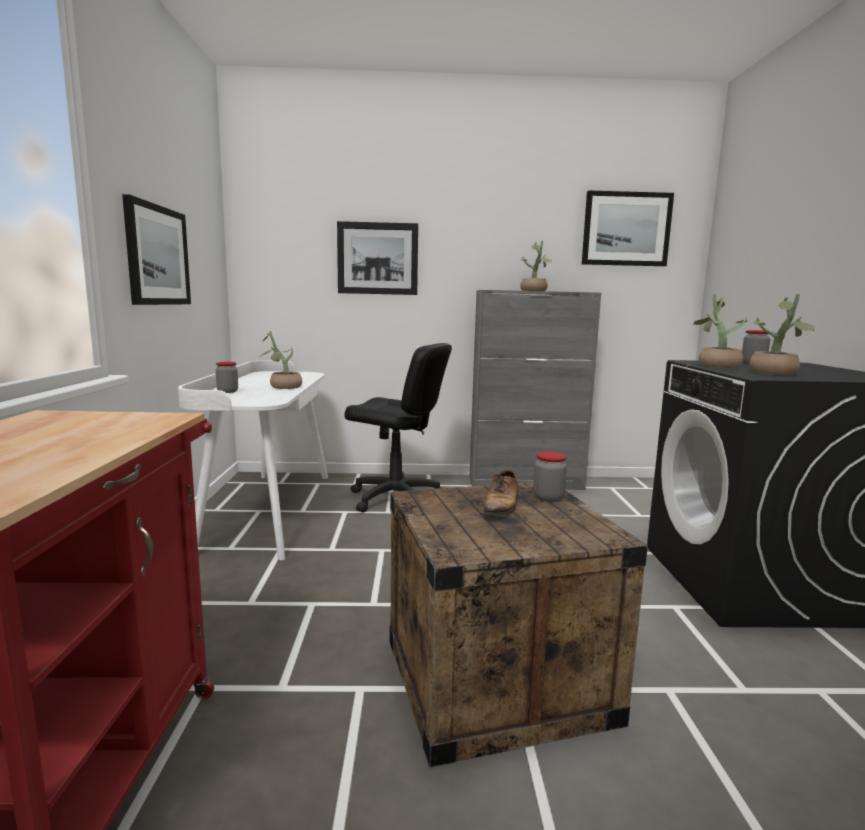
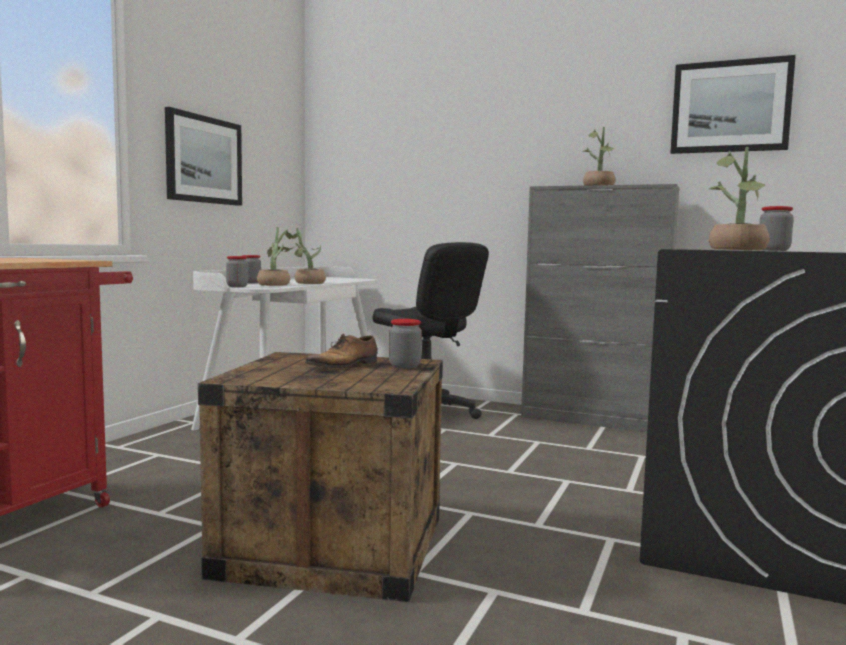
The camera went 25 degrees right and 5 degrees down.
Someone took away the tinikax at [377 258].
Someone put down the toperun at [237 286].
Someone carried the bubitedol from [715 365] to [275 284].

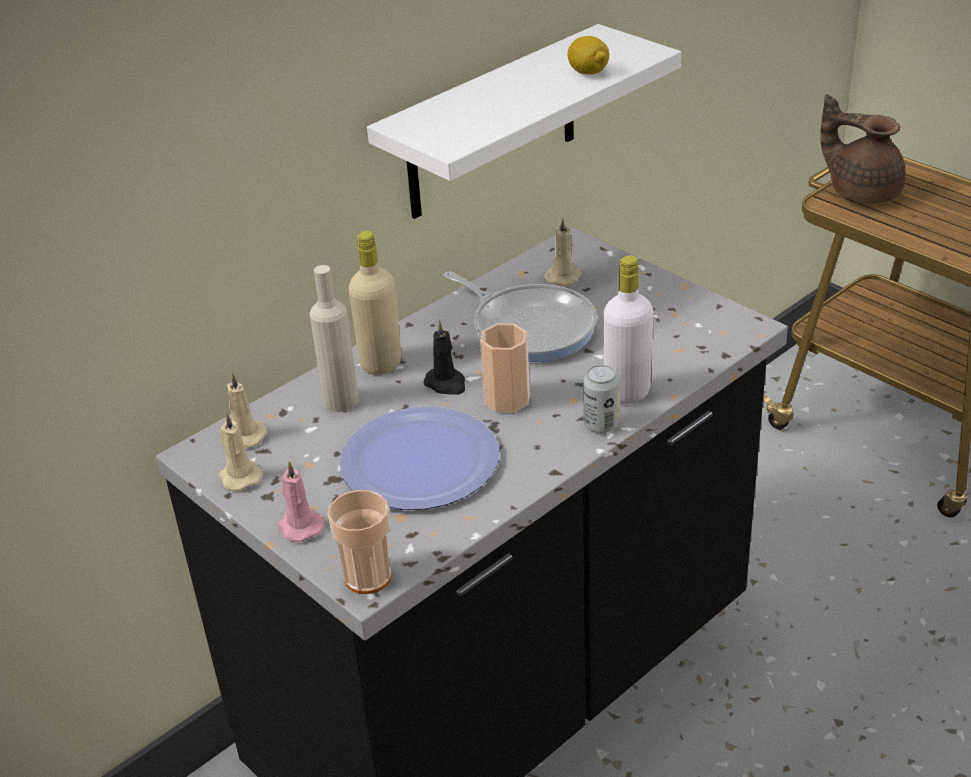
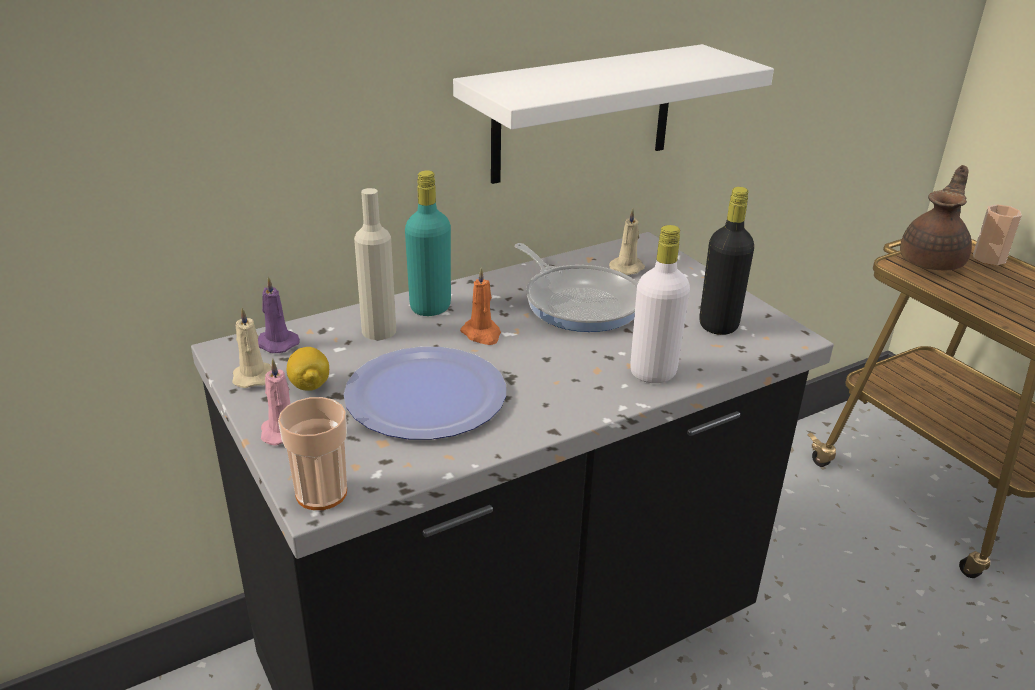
The camera went 10 degrees right and 5 degrees down.
Someone took away the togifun at [601 425].
Someone put down the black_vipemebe at [718 325].
Someone carried the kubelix from [507 399] to [989 258].
Someone carried the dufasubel from [588 72] to [309 385].
Someone repainted the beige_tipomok at [243 436], which became the purple_tipomok at [276 343].
Someone repainted the beige_vipemebe at [381 363], which became the turquoise_vipemebe at [430 307].
Someone repainted the black_tipomok at [446 384], which became the orange_tipomok at [482 334].
Someone rotated the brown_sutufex at [862 191] by 75 degrees clockwise.

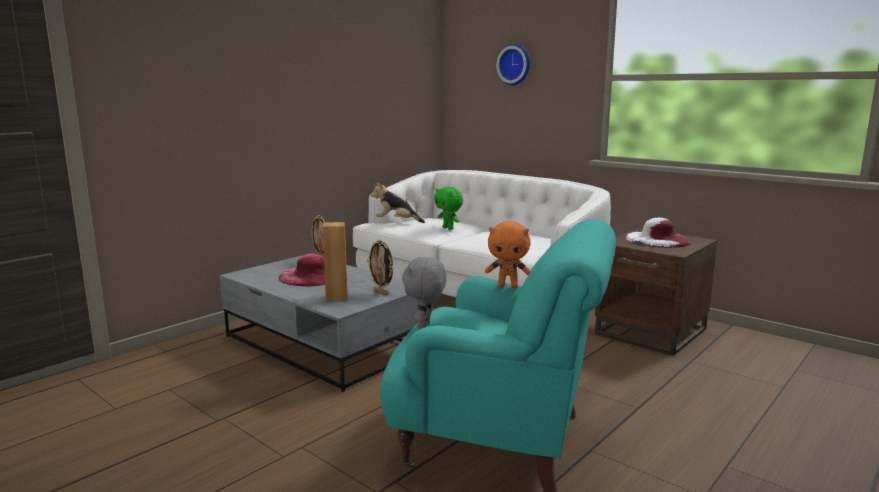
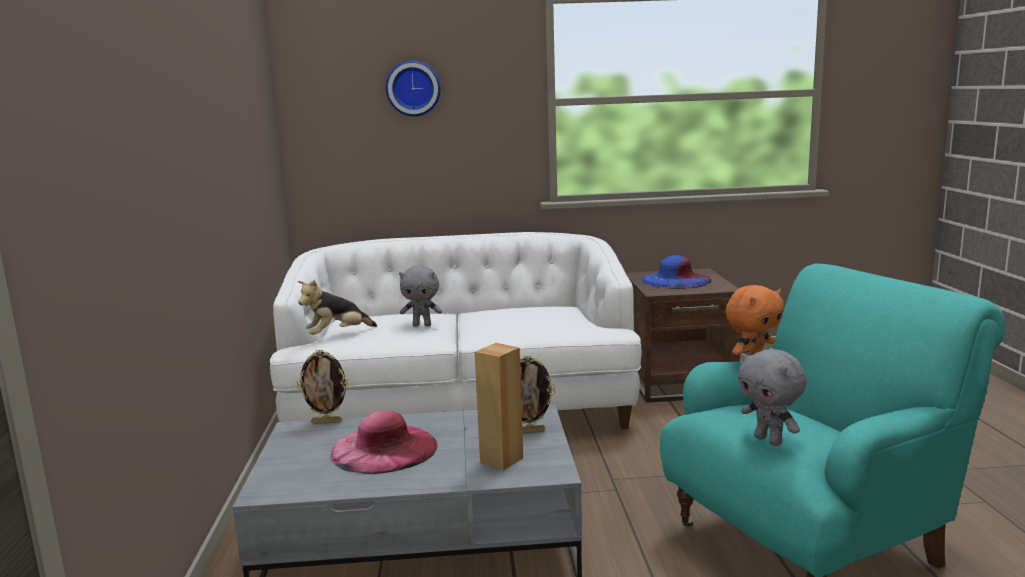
The camera went 45 degrees left and 0 degrees up.
Someone repainted the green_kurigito at [448 228], which became the grey_kurigito at [422 325].
Someone repainted the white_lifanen at [657 240], which became the blue_lifanen at [676 280].

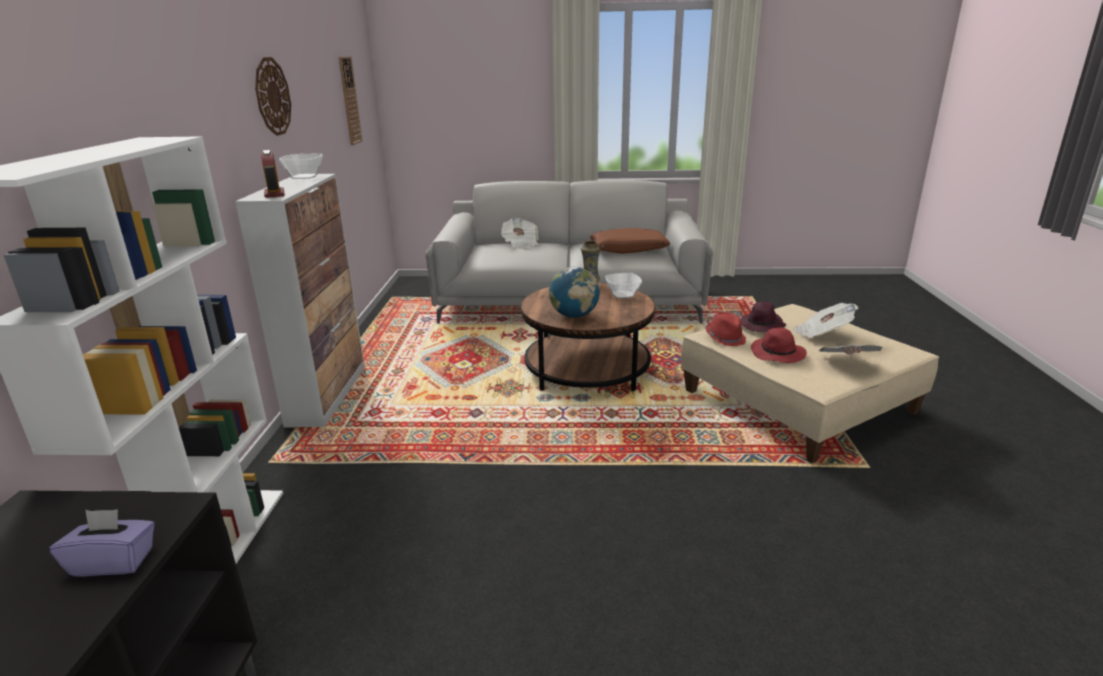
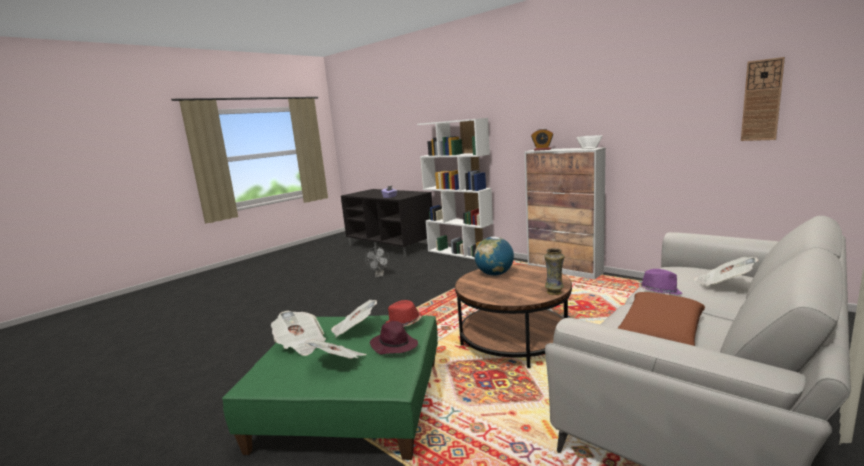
The camera went 130 degrees right and 10 degrees down.
Someone took away the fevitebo at [272 96].
Someone took away the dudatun at [622 295].
Someone put down the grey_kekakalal at [379 275].
Someone put down the purple_lifanen at [658 292].
Someone swapped the red_lifanen at [778 354] for the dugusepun at [354 330].
Someone repainted the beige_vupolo at [798 401], which became the green_vupolo at [350 404].

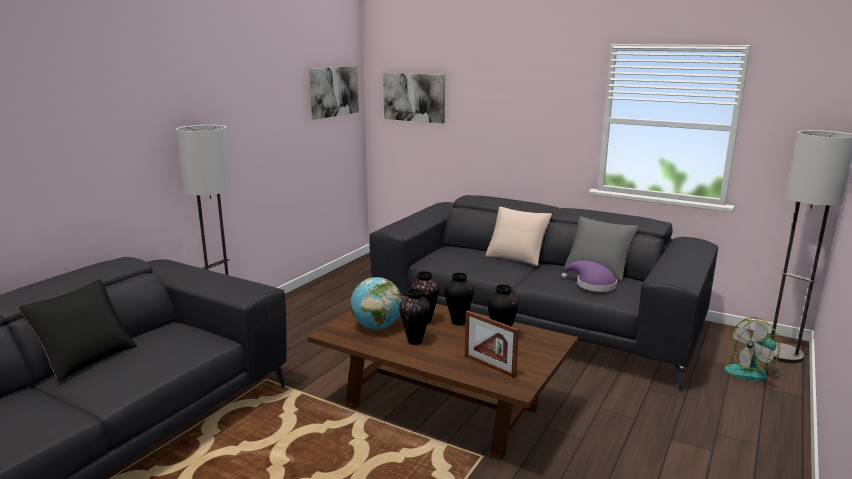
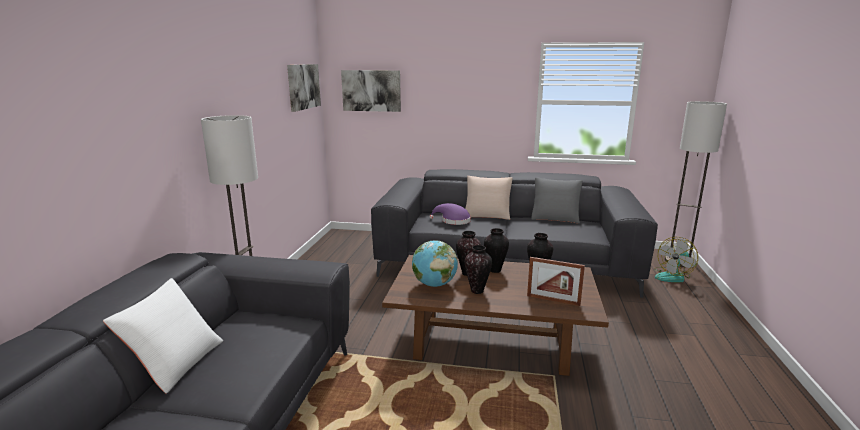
The camera went 20 degrees left and 0 degrees up.
Someone carried the purple_lifanen from [592 285] to [453 221].
Someone repainted the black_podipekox at [86 357], which became the white_podipekox at [175 362].

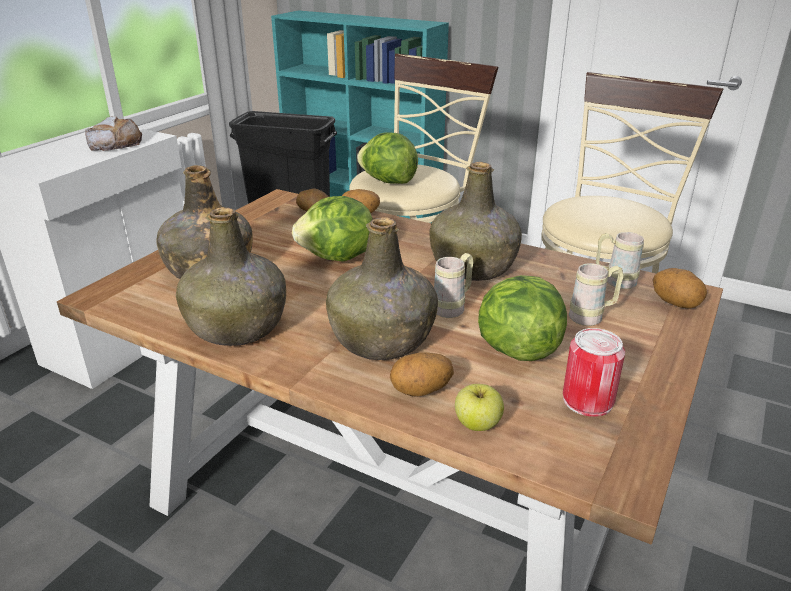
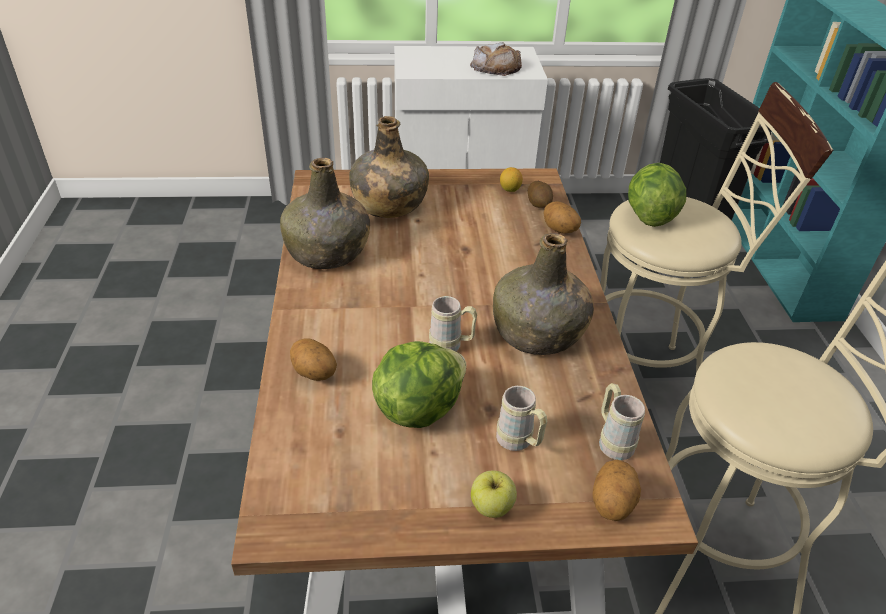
The camera went 55 degrees right and 10 degrees up.
Someone took away the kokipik at [337 258].
Someone took away the green_vipemebe at [383 339].
Someone took away the togifun at [587 400].
Someone put down the dufasubel at [510 189].
Someone carried the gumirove from [477 424] to [492 506].

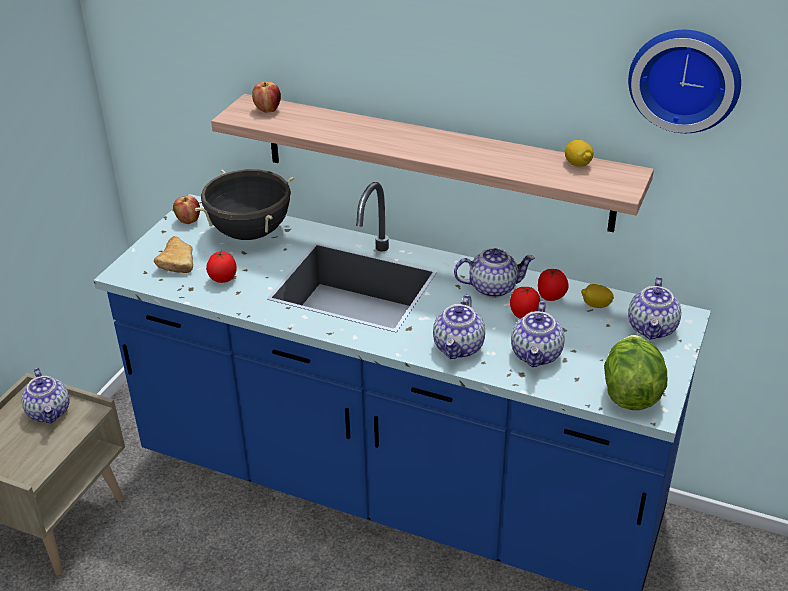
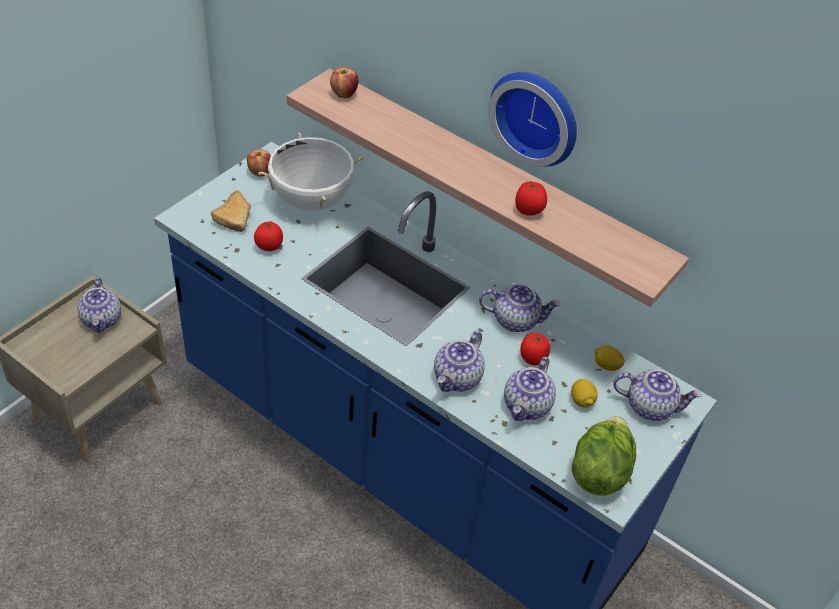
The camera went 10 degrees right and 10 degrees up.
Someone carried the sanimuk from [551 297] to [528 211].
Someone carried the dufasubel from [577 164] to [581 401].
Someone carried the fevitebo from [685 78] to [537 115].
Someone repainted the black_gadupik at [250 233], which became the white_gadupik at [311 200].
Someone rotated the sutufex at [652 329] by 105 degrees counterclockwise.

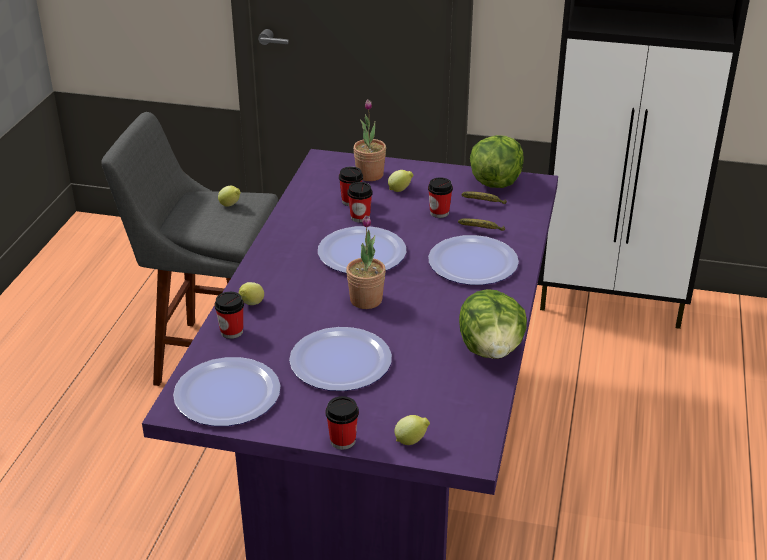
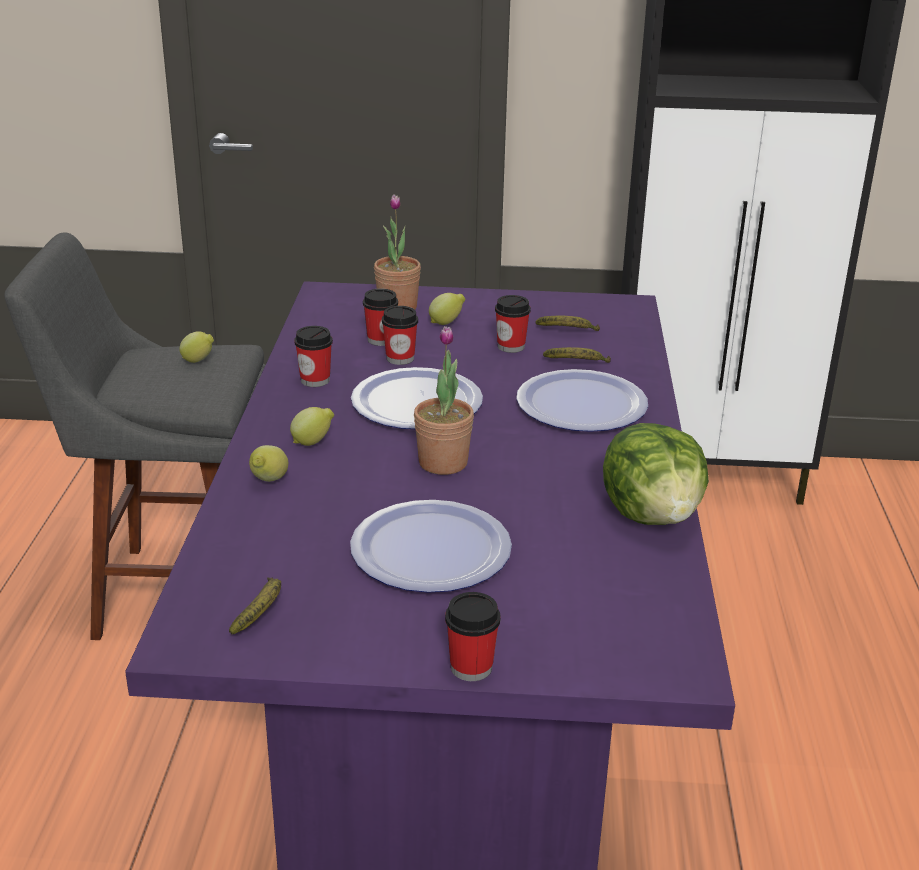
The camera went 10 degrees left and 5 degrees down.
Someone took away the kokipik at [495 182].
Someone carried the kubelix from [231 332] to [315 380].
Someone carried the dufasubel from [411 441] to [313 442].
Someone swapped the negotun at [227 393] for the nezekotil at [261 612].

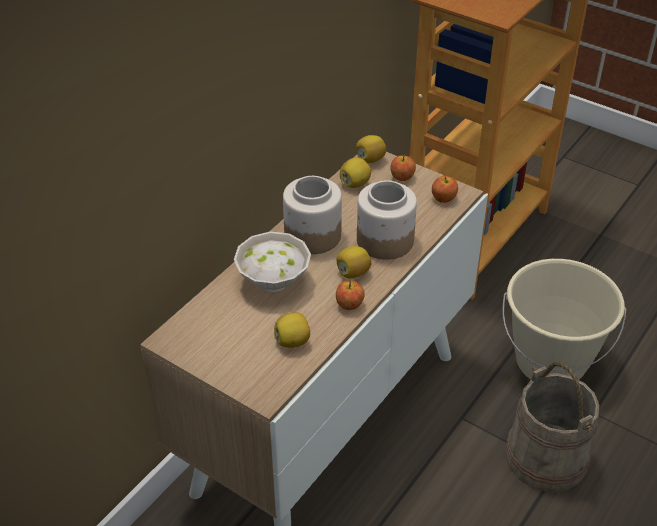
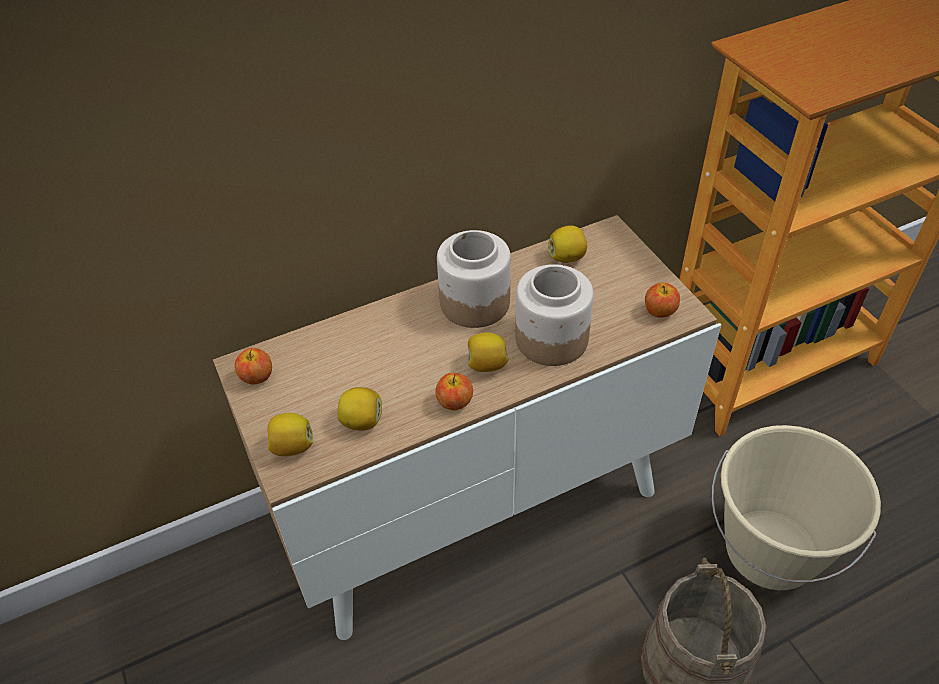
The camera went 30 degrees right and 5 degrees up.
Someone took away the white_dudatun at [275 283].
Someone carried the dufasubel from [370 159] to [292 446].
Someone carried the gumirove from [402 177] to [256 377].

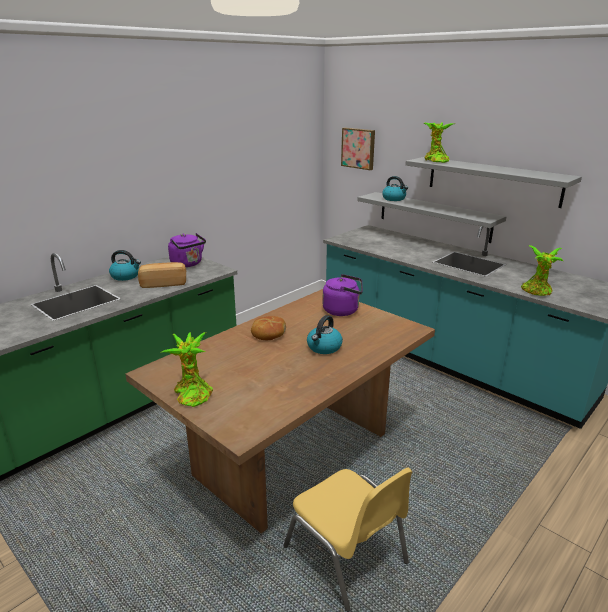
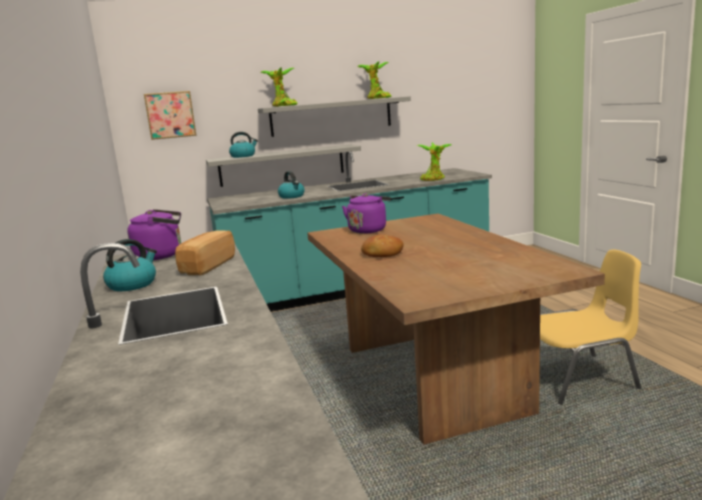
The camera went 60 degrees left and 10 degrees down.
Someone carried the bubitedol from [192 394] to [377 98].
Someone carried the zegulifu from [324 347] to [292 196].

